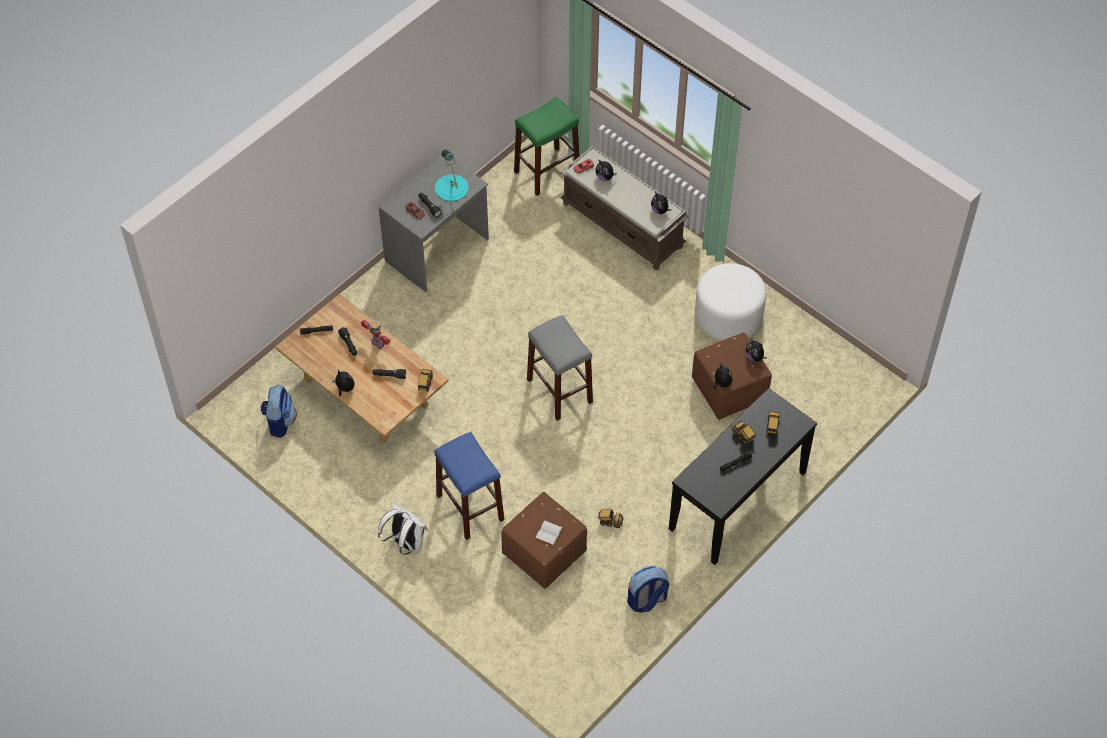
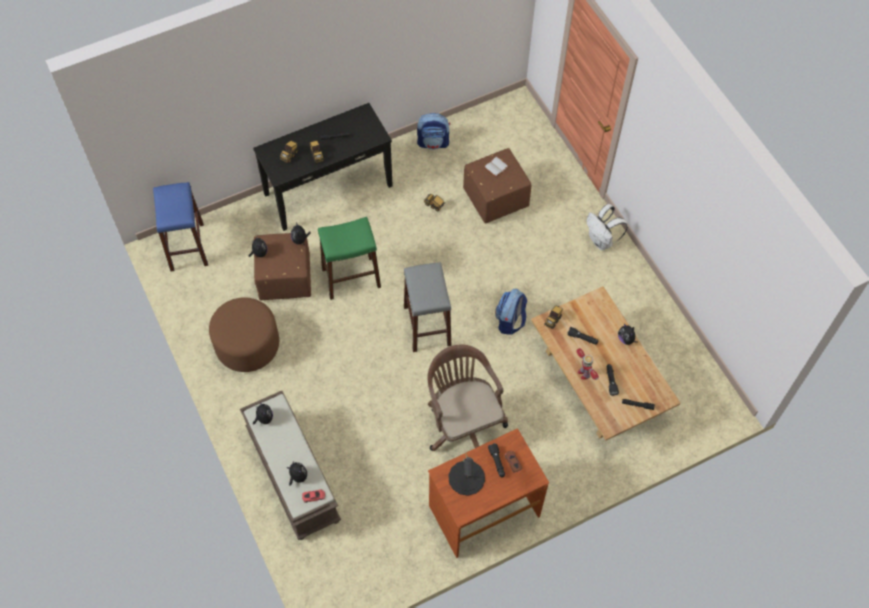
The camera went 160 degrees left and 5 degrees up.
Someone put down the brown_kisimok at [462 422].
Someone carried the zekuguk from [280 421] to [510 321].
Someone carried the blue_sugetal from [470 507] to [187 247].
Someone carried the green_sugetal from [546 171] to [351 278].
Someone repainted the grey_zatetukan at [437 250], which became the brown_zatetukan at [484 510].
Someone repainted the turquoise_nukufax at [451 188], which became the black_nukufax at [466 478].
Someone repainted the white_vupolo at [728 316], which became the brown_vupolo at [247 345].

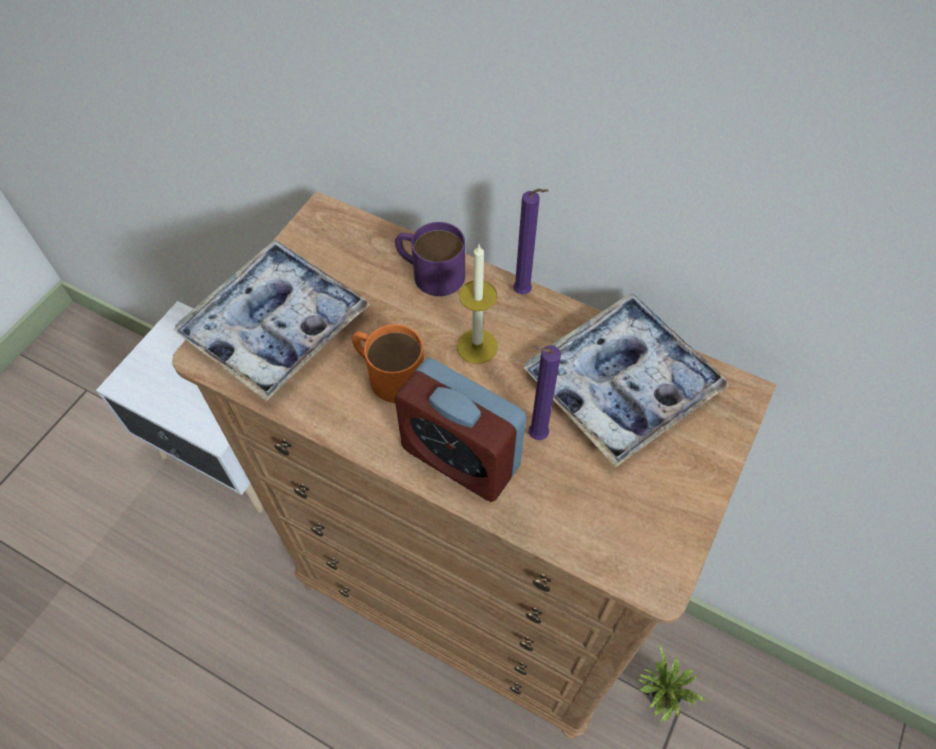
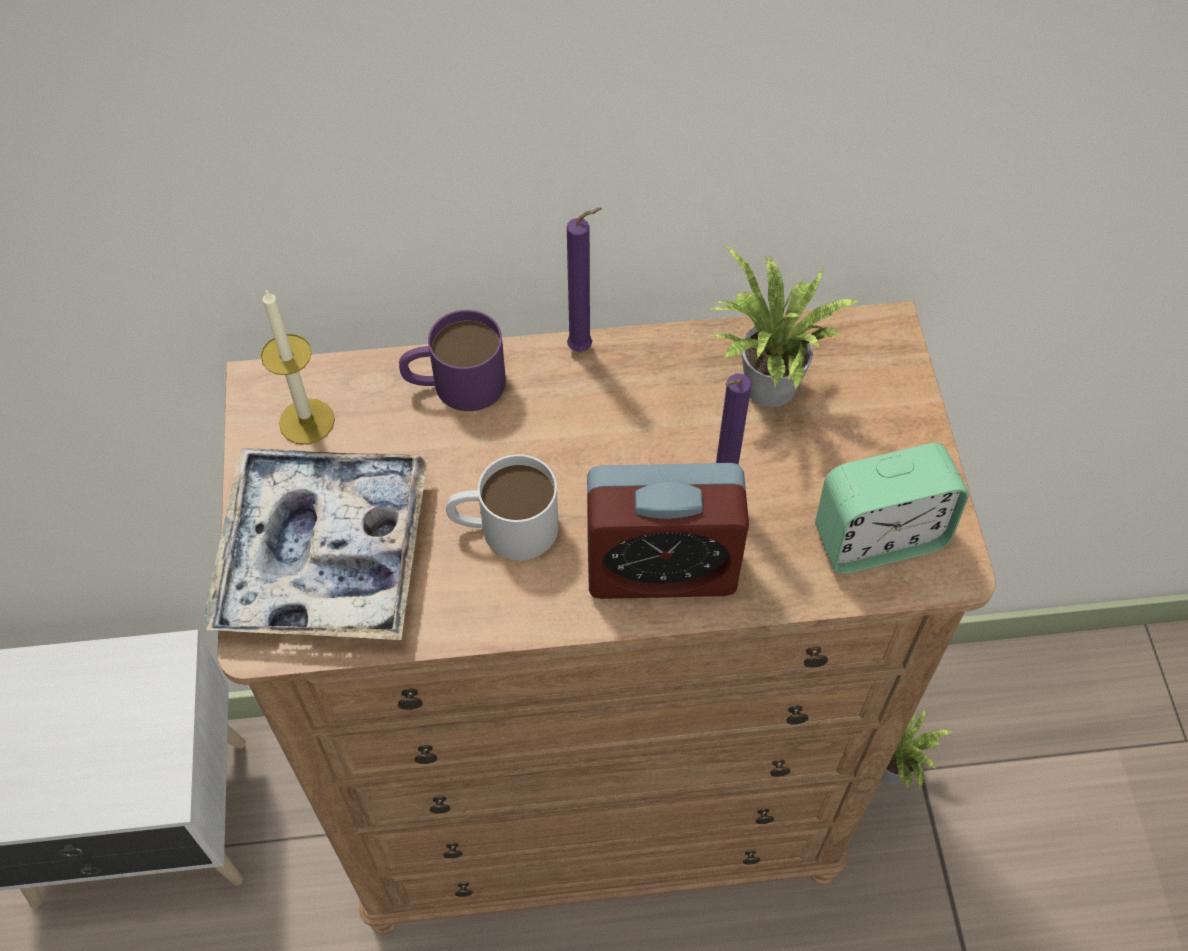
The camera went 35 degrees left and 0 degrees up.
Someone put down the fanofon at [879 538].
Someone carried the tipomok from [477 346] to [306 421].
Someone swapped the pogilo at [621 385] for the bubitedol at [765 391].
Someone repainted the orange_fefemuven at [388 373], which became the white_fefemuven at [504 527].

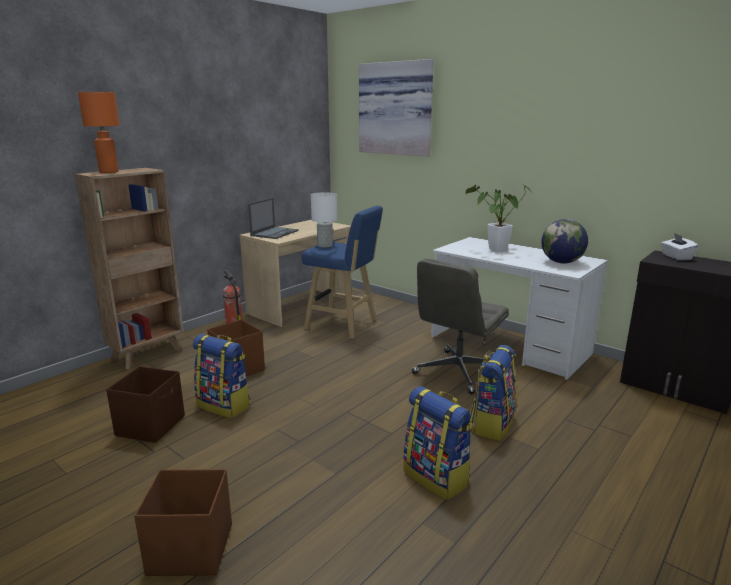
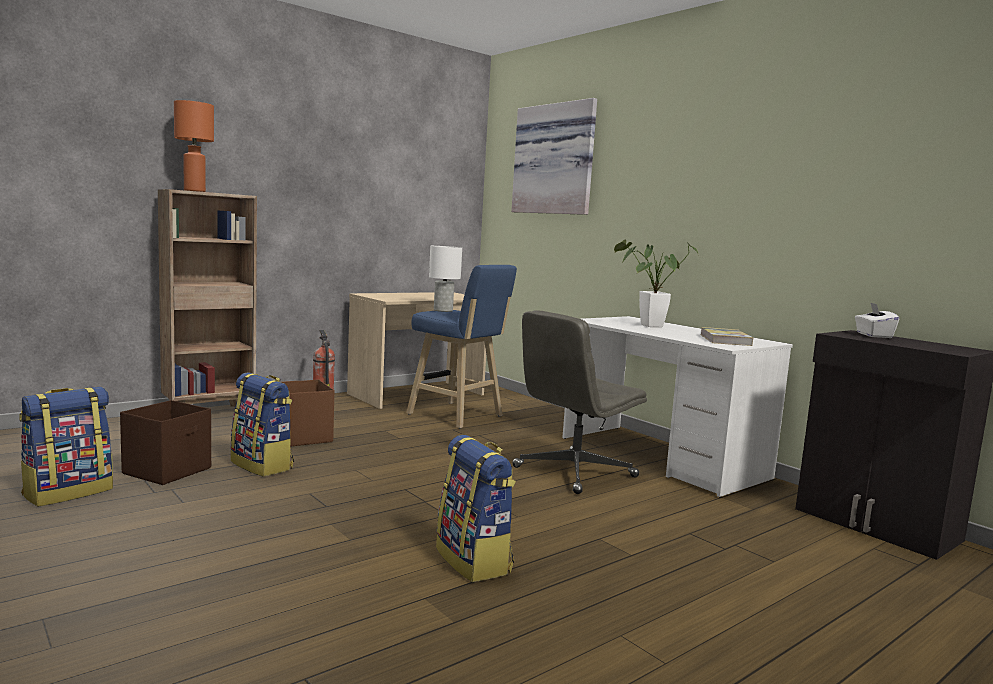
The camera went 10 degrees right and 10 degrees down.
Someone took away the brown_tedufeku at [190 549].
Someone took away the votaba at [275 233].
Someone carried the zekuguk from [491 424] to [68 492].
Someone swapped the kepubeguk at [561 262] for the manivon at [725 340].

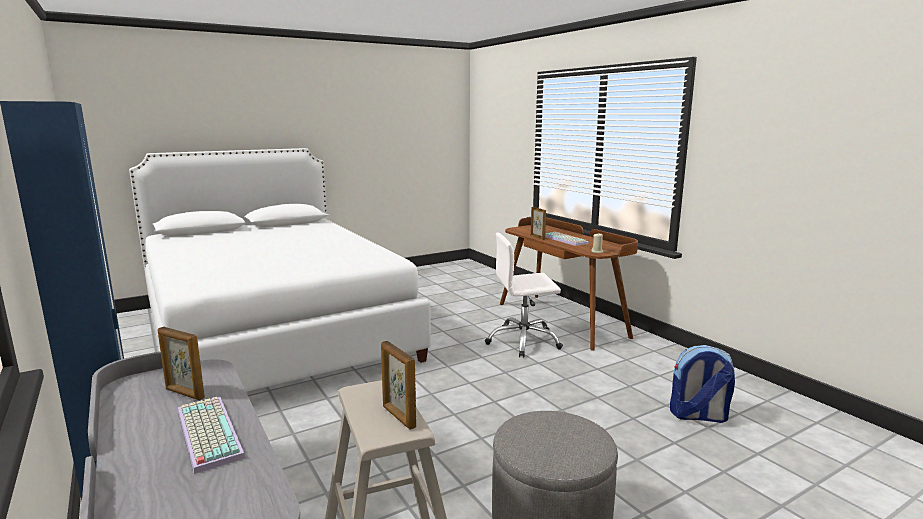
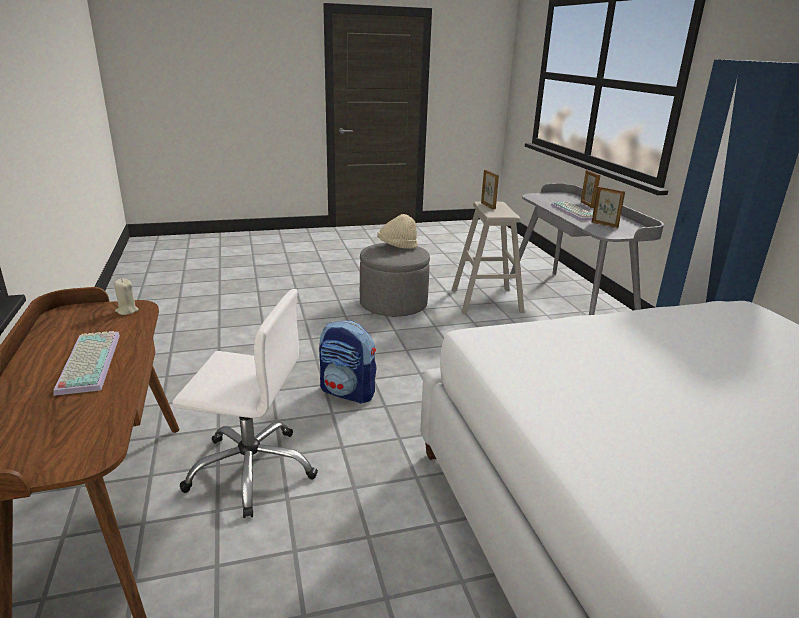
The camera went 165 degrees left and 10 degrees up.
Someone put down the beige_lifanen at [397 247].
Someone carried the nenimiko from [537 237] to [587 205].
Someone carried the zekuguk from [698 416] to [348 392].

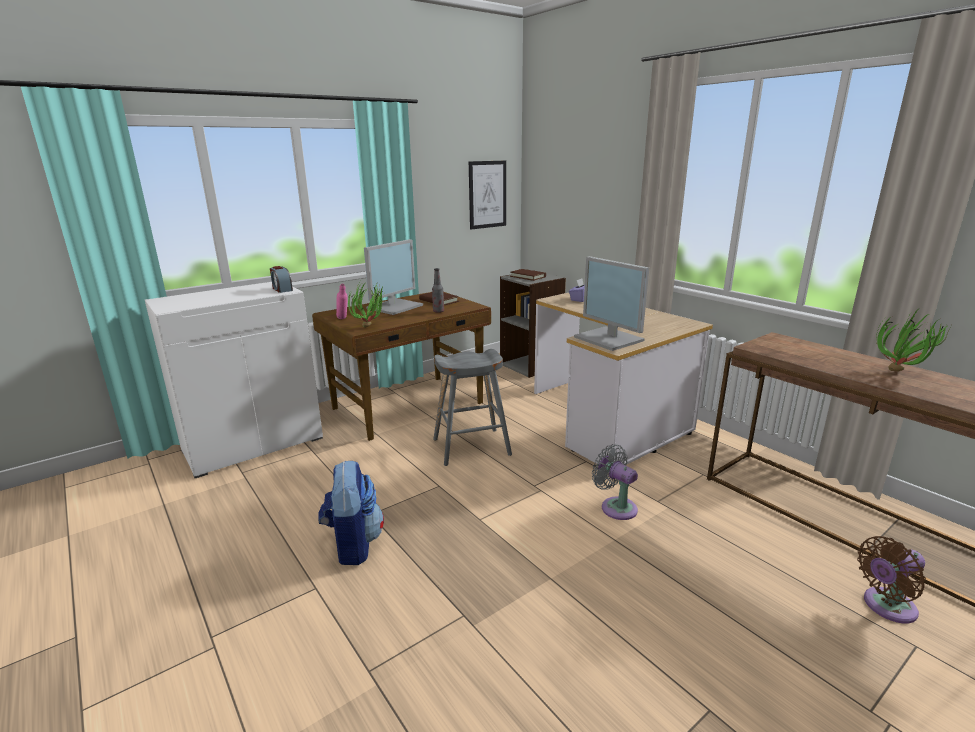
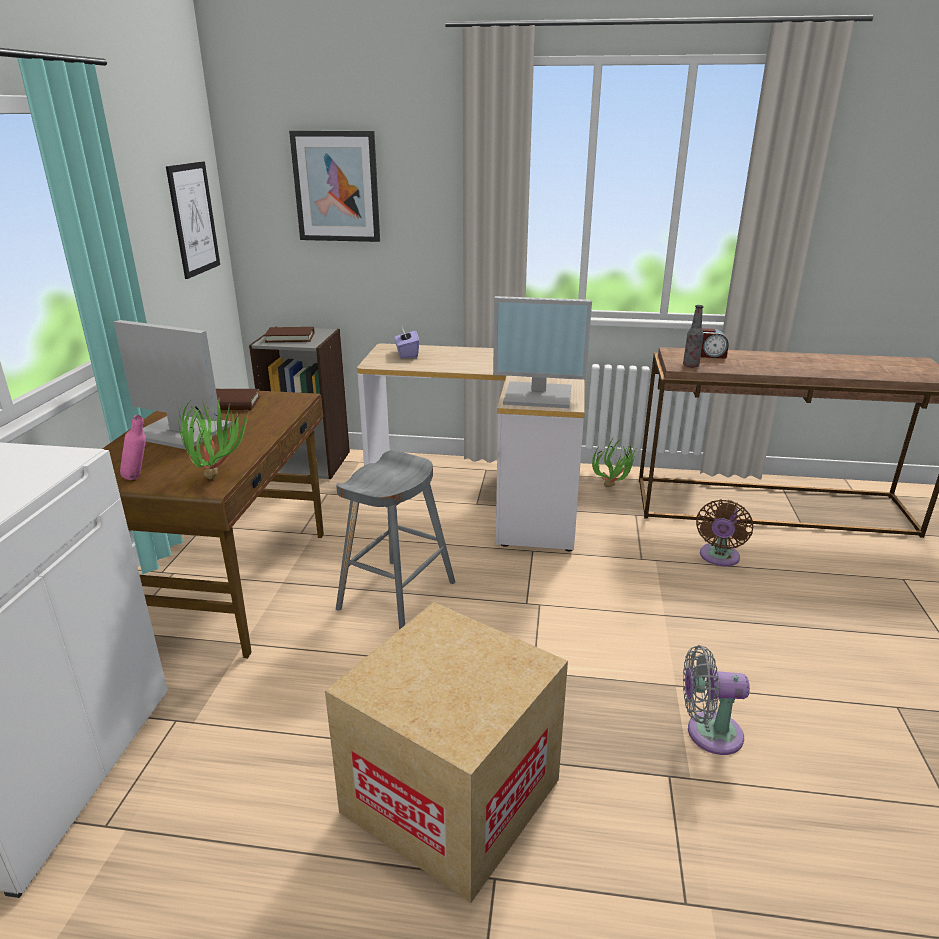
The camera went 45 degrees left and 5 degrees up.
Someone put up the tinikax at [336 187].
Someone carried the fanofon from [282 289] to [710 355].
Someone carried the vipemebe from [438 311] to [690 366].
Someone carried the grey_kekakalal from [615 507] to [708 733].
Someone carried the brown_kekakalal from [886 607] to [718 558].
Someone carried the bubitedol from [902 374] to [614 487].
Someone swapped the zekuguk at [353 544] for the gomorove at [451 796].
Someone rotated the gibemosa at [395 306] by 60 degrees counterclockwise.

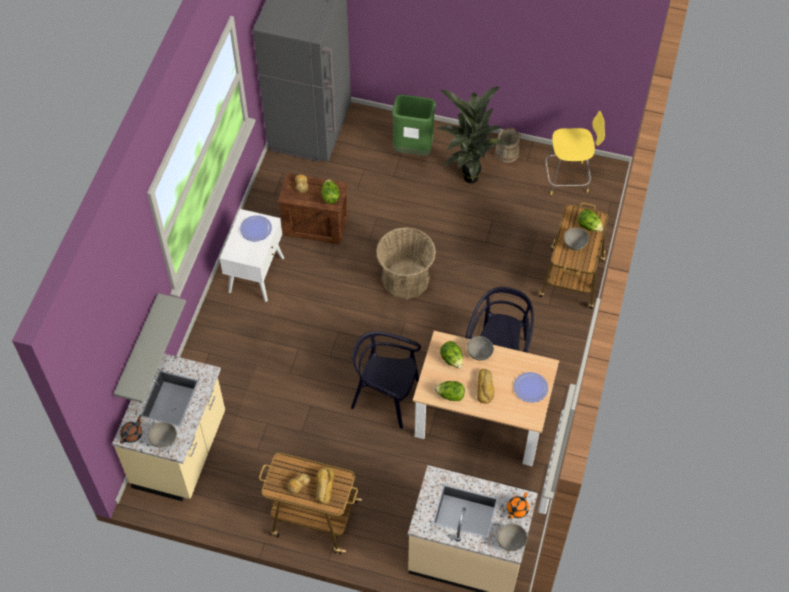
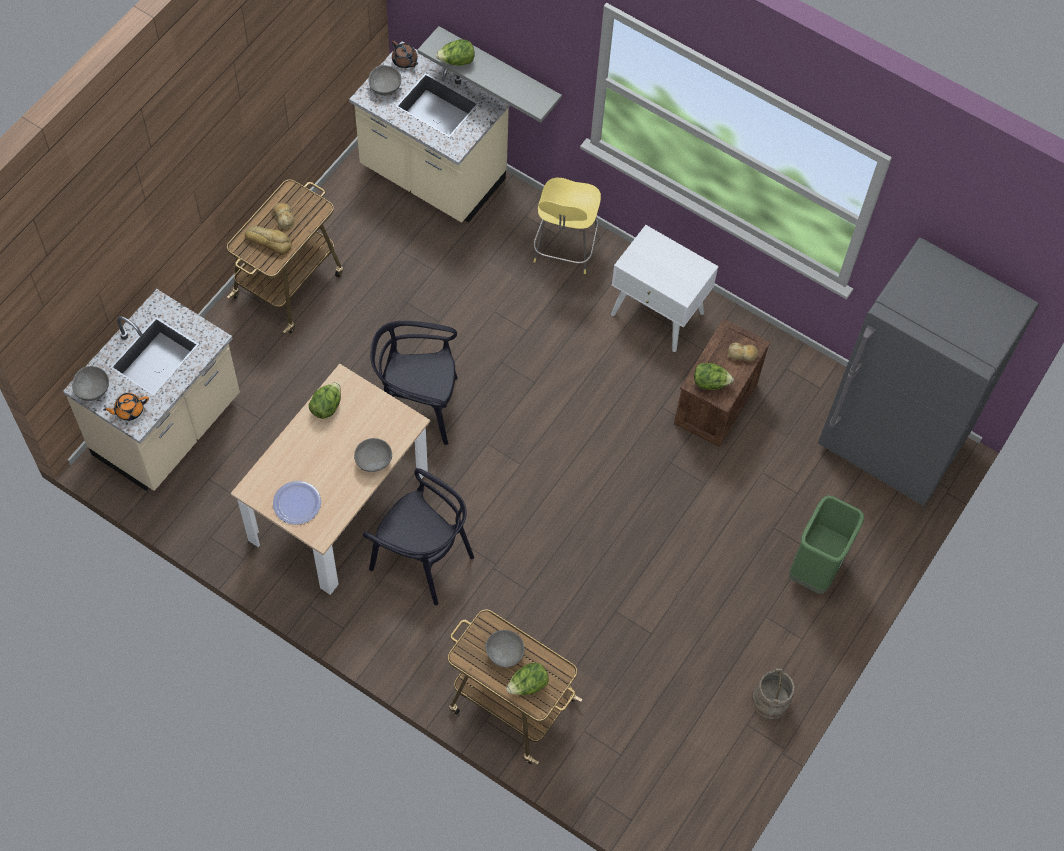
The camera went 105 degrees right and 5 degrees up.
Someone took away the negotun at [255 229].
Someone took away the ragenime at [405 279].
Someone took away the bubitedol at [467 176].
Someone took away the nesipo at [485 387].
Someone carried the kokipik from [452 359] to [456 61].
Someone carried the yellow_sugetal from [568 178] to [564 248].
Someone rotated the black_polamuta at [385 397] by 120 degrees counterclockwise.
Someone rotated the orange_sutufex at [517 509] by 75 degrees counterclockwise.

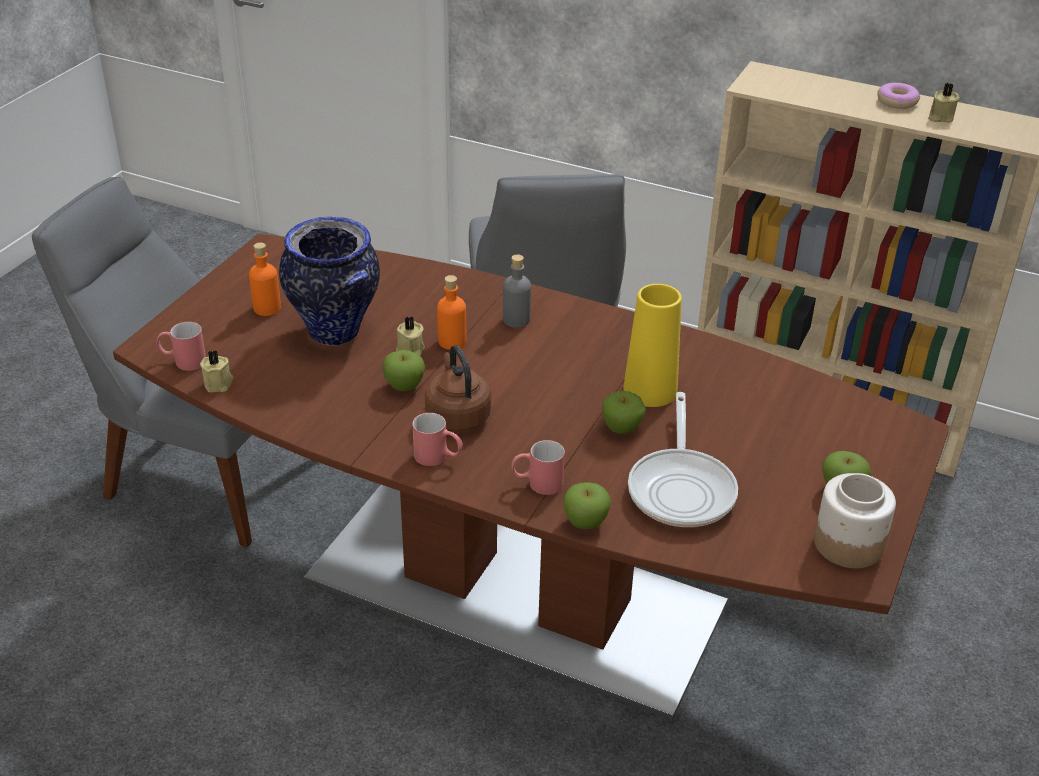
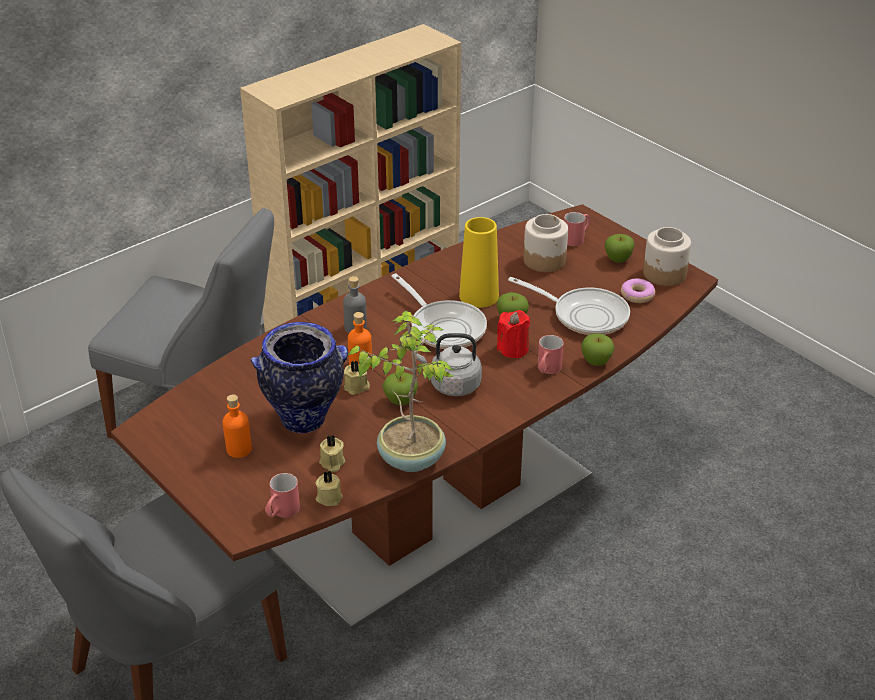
The camera went 65 degrees left and 0 degrees up.
Someone put down the bubitedol at [411 457].
Someone put down the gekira at [444 327].
Someone put down the red_tipomok at [513 349].
Someone put down the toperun at [545 260].
Someone carried the red_fefemuven from [438 458] to [577 238].
Someone carried the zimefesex from [897 102] to [637 295].
Someone carried the beige_tipomok from [940 117] to [332 463].
Someone repainted the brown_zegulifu at [457 415], which became the grey_zegulifu at [452 385].

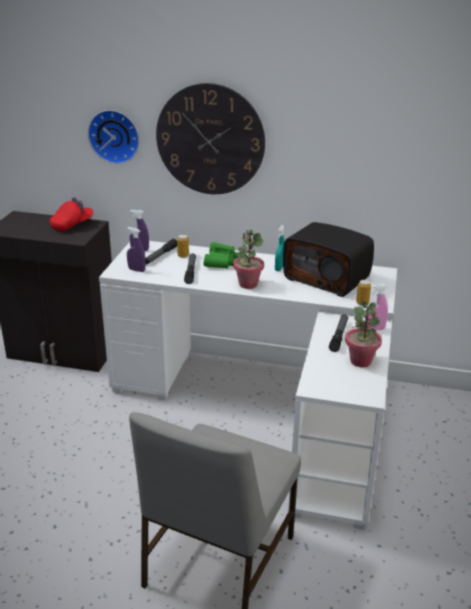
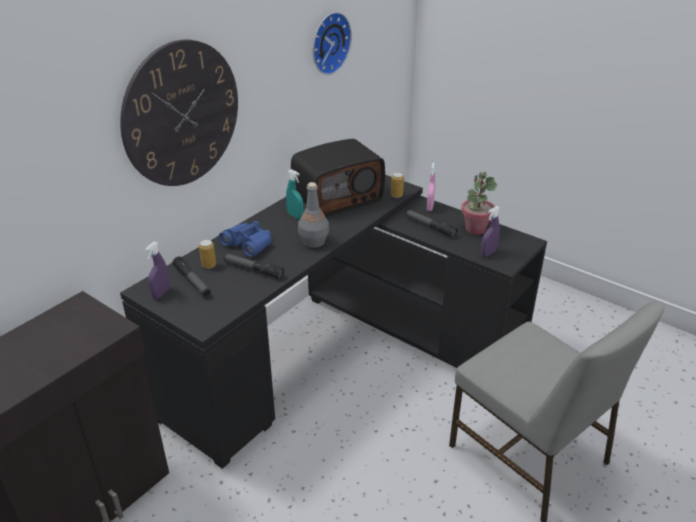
The camera went 65 degrees left and 5 degrees up.
Someone took away the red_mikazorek at [72 225].
Someone carried the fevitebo from [115 136] to [328 43].
Someone carried the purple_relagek from [136 270] to [488 253].
Someone swapped the bubitedol at [248 284] for the grey_vipemebe at [313 242].
Someone repainted the white_zatetukan at [269 408], which became the black_zatetukan at [338 352].
Someone repainted the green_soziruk at [222 261], which became the blue_soziruk at [248 244].

